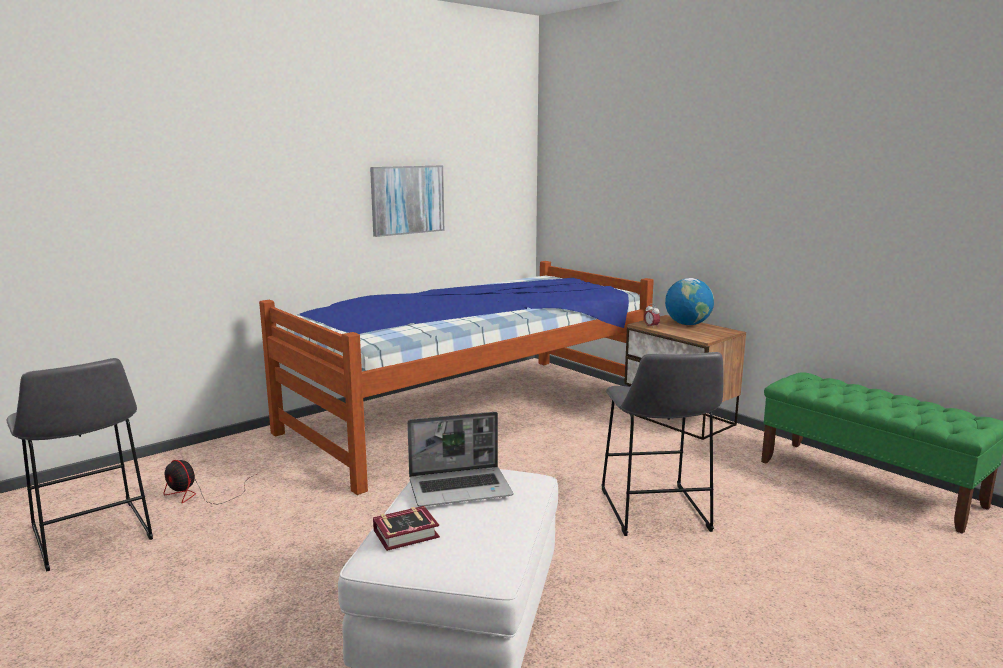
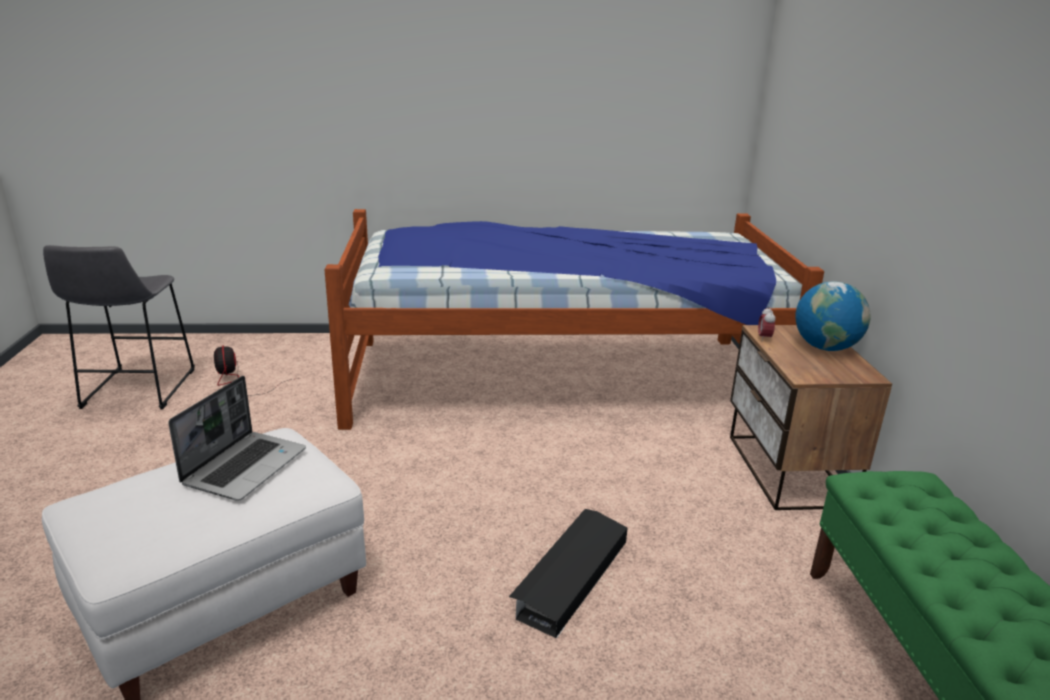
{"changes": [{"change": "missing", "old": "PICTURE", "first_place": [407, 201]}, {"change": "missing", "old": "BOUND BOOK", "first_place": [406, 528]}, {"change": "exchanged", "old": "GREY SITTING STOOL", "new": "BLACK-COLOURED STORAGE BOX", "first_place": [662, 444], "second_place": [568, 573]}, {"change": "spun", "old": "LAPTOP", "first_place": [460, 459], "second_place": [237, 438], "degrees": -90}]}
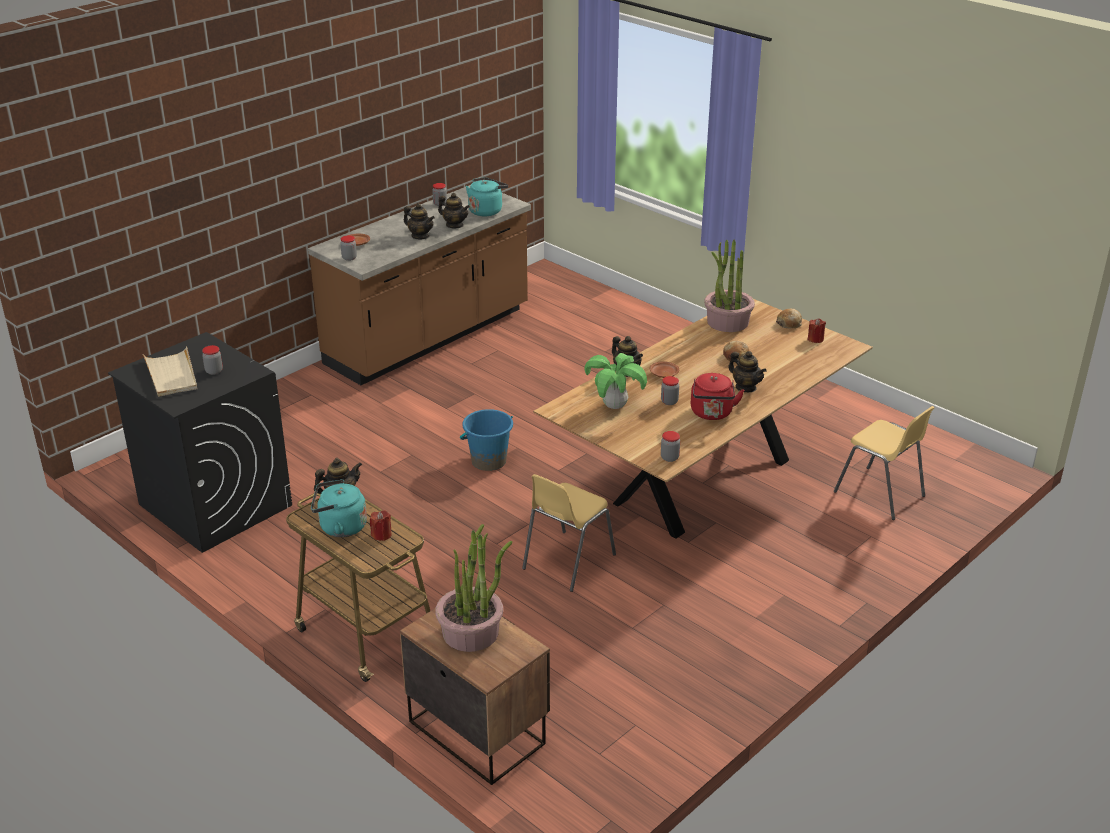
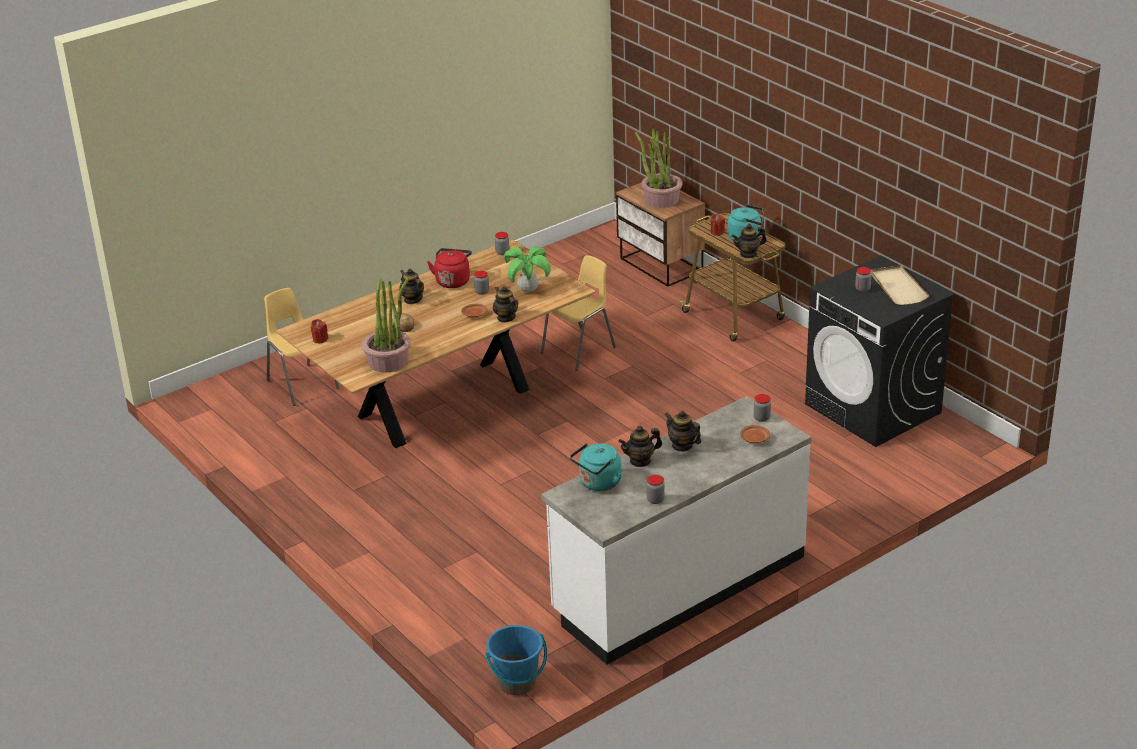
{"changes": [{"change": "missing", "old": "BAKED BREAD", "first_place": [789, 318]}, {"change": "relocated", "old": "BLUISH WATER BUCKET", "first_place": [486, 440], "second_place": [516, 660]}, {"change": "colour", "old": "BROWNISH COUNTER", "new": "WHITE COUNTER", "first_place": [419, 285], "second_place": [676, 530]}, {"change": "spun", "old": "POT FOR TEA", "first_place": [454, 210], "second_place": [640, 446], "degrees": -60}]}
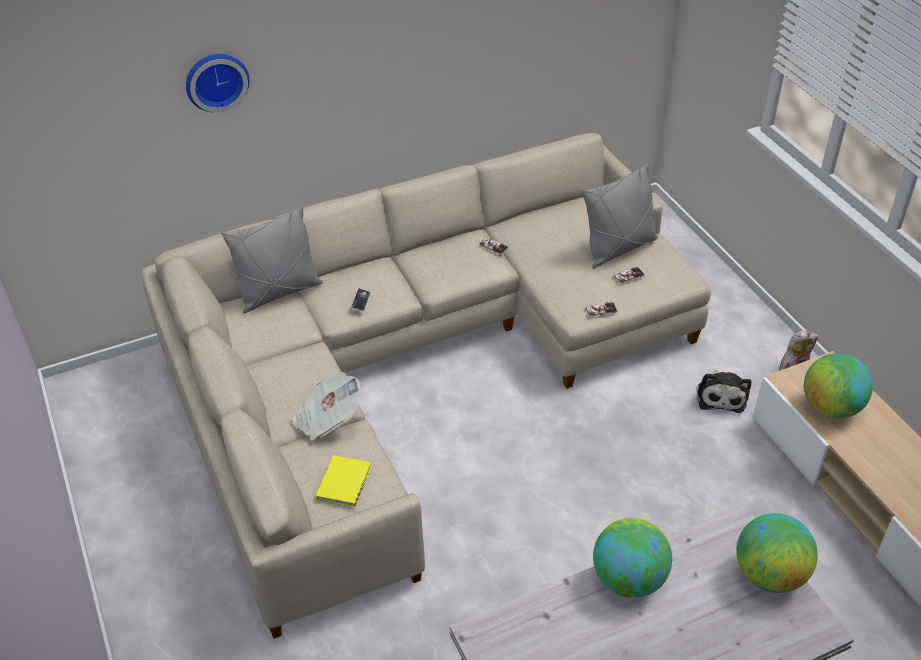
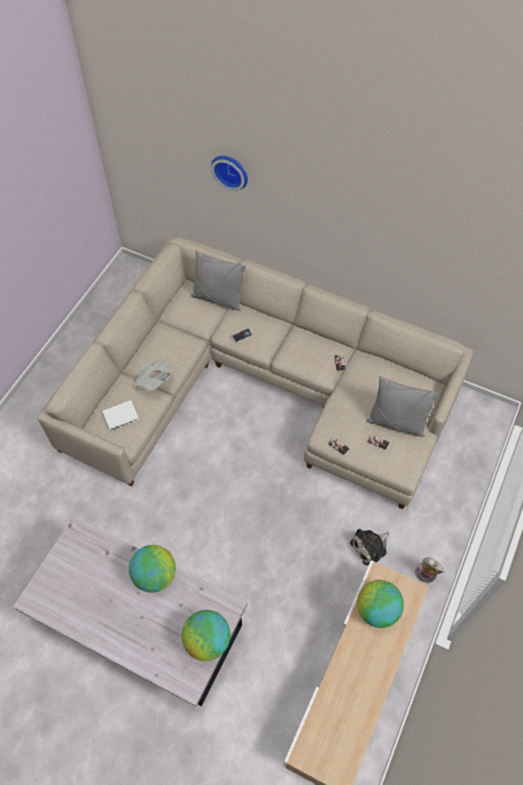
{"changes": [{"change": "colour", "old": "YELLOW BOUND BOOK", "new": "WHITE BOUND BOOK", "first_place": [343, 481], "second_place": [120, 415]}]}
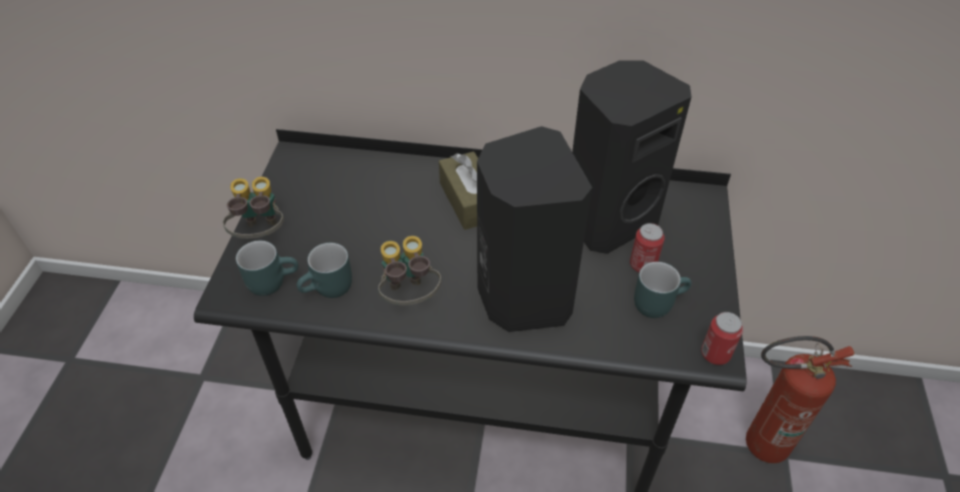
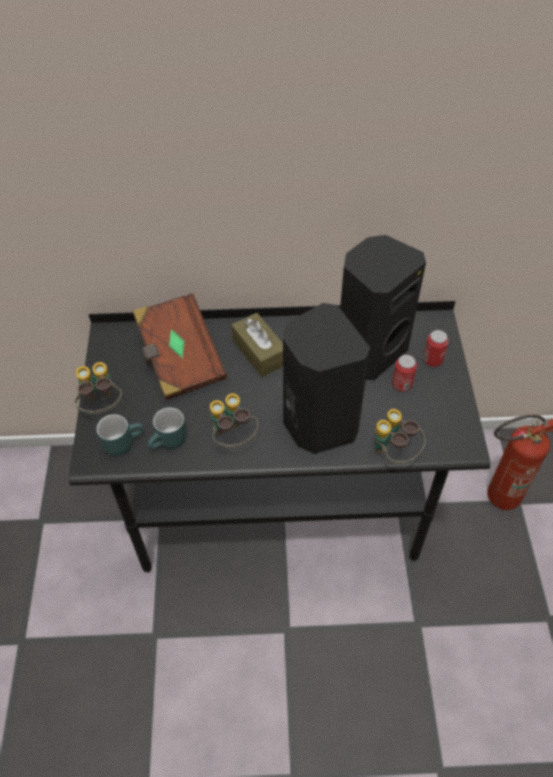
{"changes": [{"change": "missing", "old": "TURQUOISE-COLOURED MUG", "first_place": [663, 290]}, {"change": "appeared", "new": "BROWNISH BOUND BOOK", "second_place": [179, 346]}, {"change": "appeared", "new": "BINOCULARS", "second_place": [400, 436]}, {"change": "relocated", "old": "METAL CAN", "first_place": [722, 338], "second_place": [436, 348]}]}
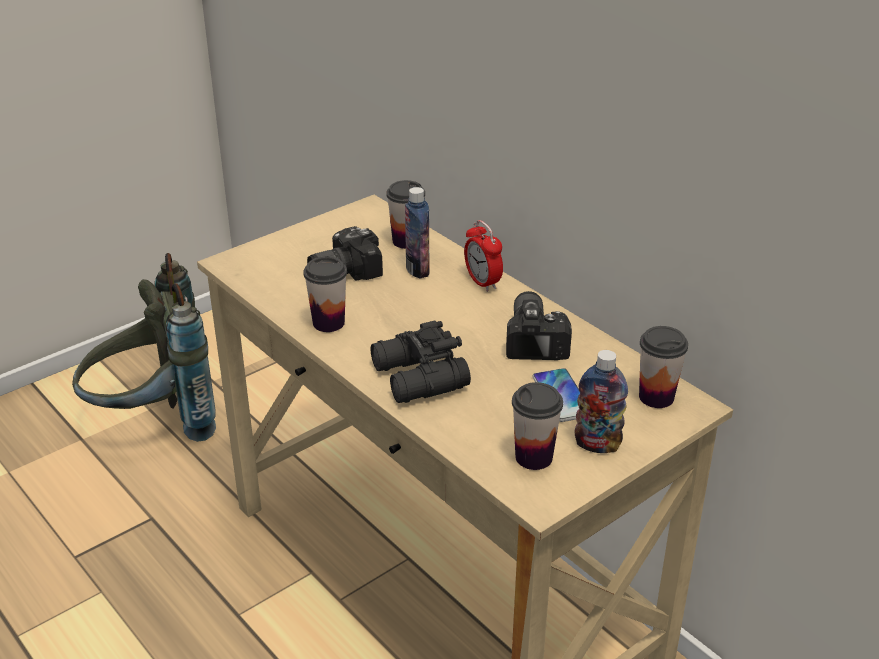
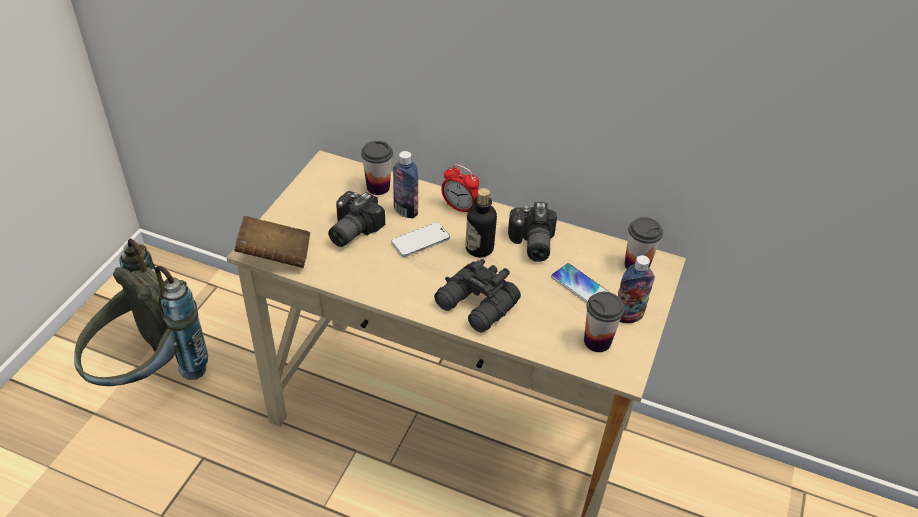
{"changes": [{"change": "missing", "old": "CUP", "first_place": [325, 294]}, {"change": "appeared", "new": "BROWNISH BOUND BOOK", "second_place": [272, 242]}, {"change": "appeared", "new": "HANDSET", "second_place": [421, 239]}, {"change": "appeared", "new": "DRINK BOTTLE", "second_place": [481, 222]}, {"change": "spun", "old": "STILL CAMERA", "first_place": [539, 325], "second_place": [532, 232], "degrees": -150}]}
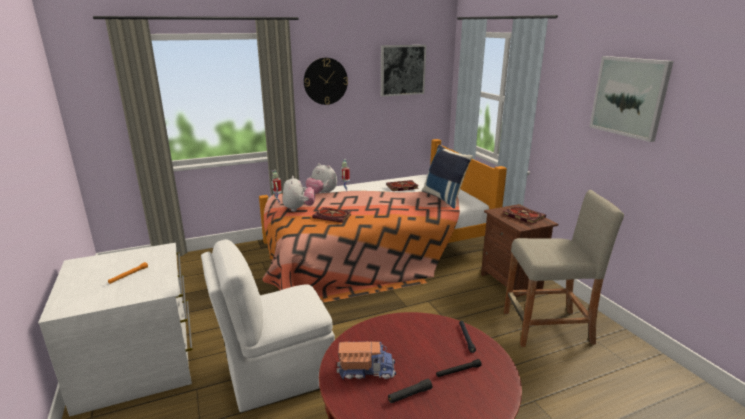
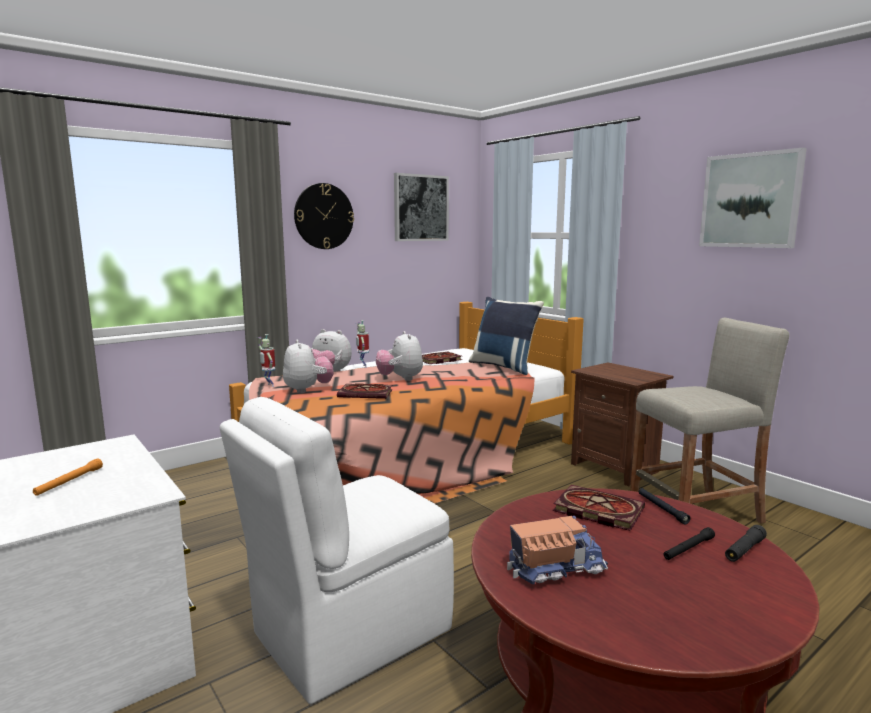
{"changes": [{"change": "appeared", "new": "CUDDLY TOY", "second_place": [399, 356]}, {"change": "relocated", "old": "BLACK-COLOURED HAND TORCH", "first_place": [410, 391], "second_place": [746, 543]}, {"change": "relocated", "old": "BOUND BOOK", "first_place": [524, 214], "second_place": [599, 508]}]}
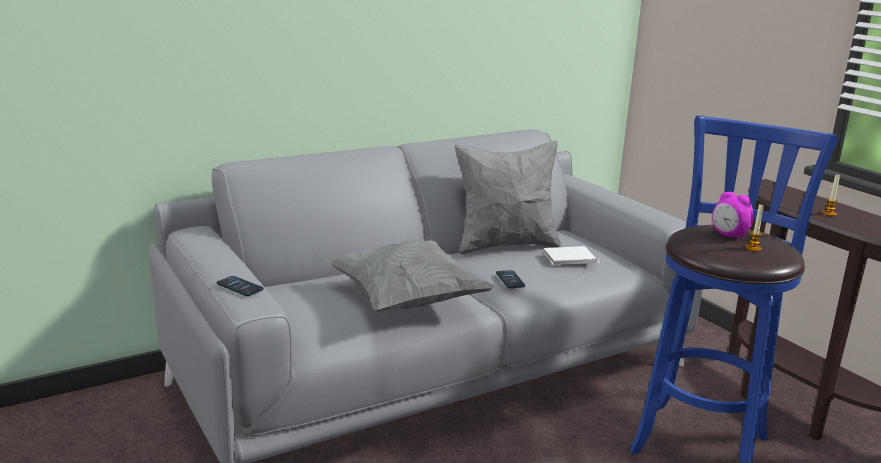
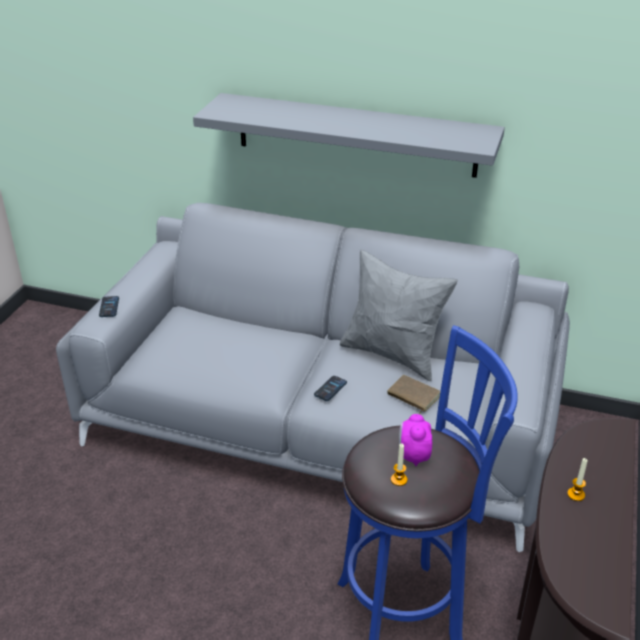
{"changes": [{"change": "missing", "old": "GREY CUSHION", "first_place": [411, 276]}, {"change": "appeared", "new": "GREY BRACKET SHELF", "second_place": [349, 135]}, {"change": "colour", "old": "WHITE BOUND BOOK", "new": "BROWNISH BOUND BOOK", "first_place": [572, 255], "second_place": [413, 394]}]}
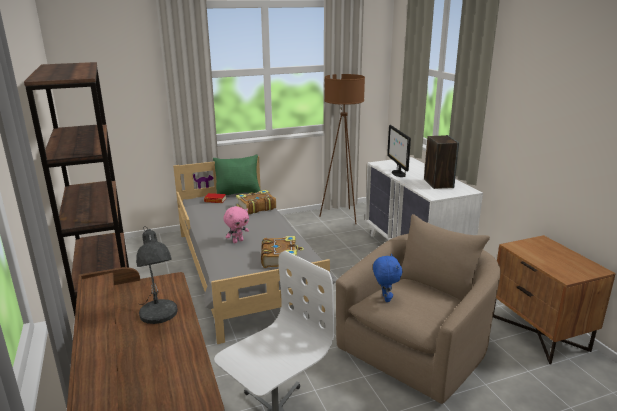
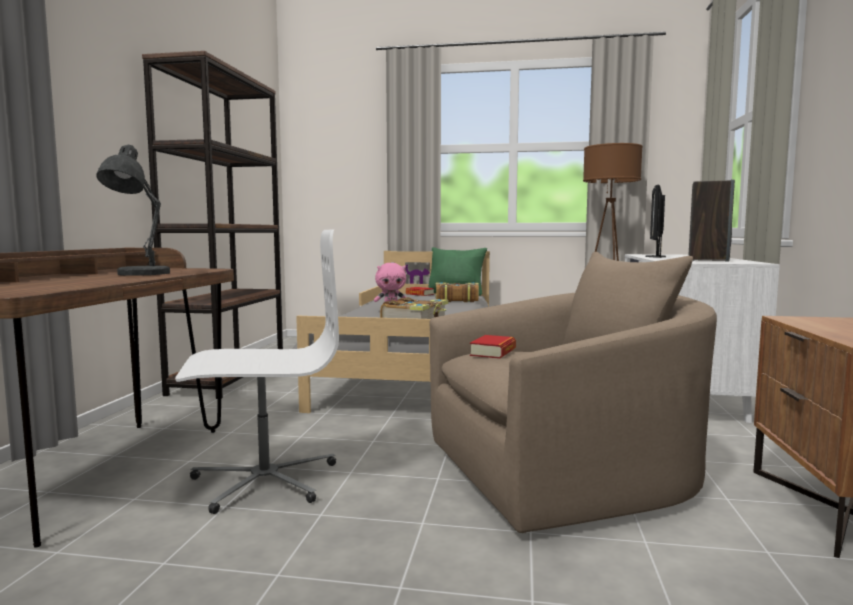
{"changes": [{"change": "exchanged", "old": "BLUISH CUDDLY TOY", "new": "BOUND BOOK", "first_place": [387, 278], "second_place": [493, 347]}]}
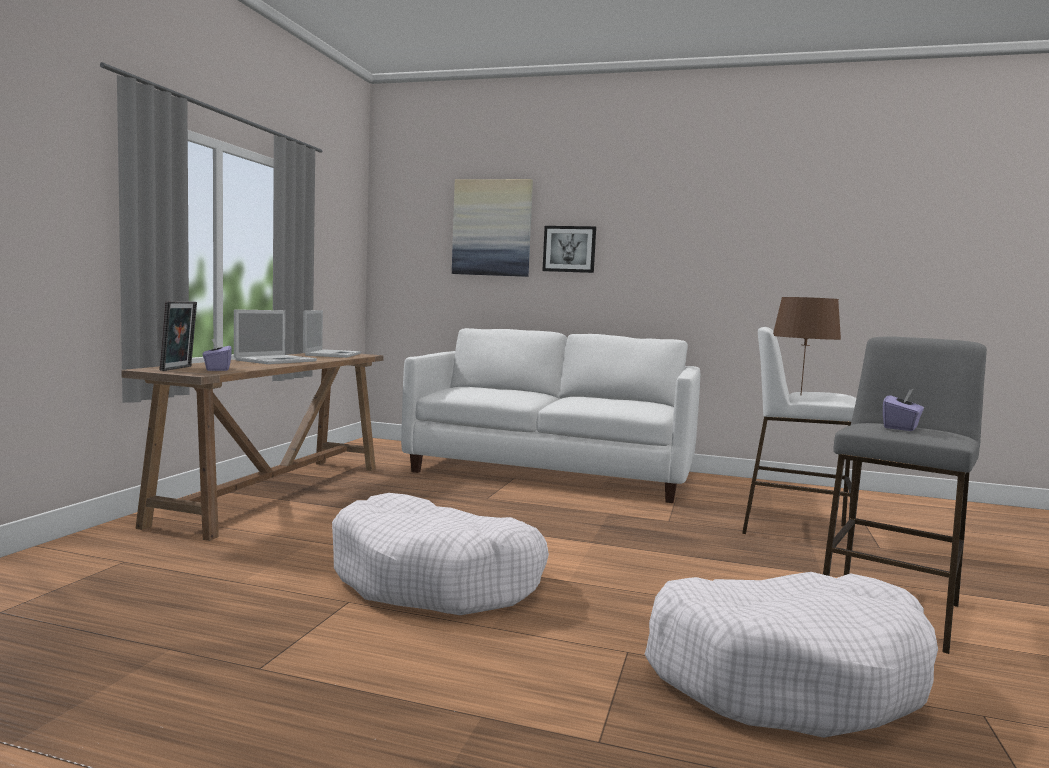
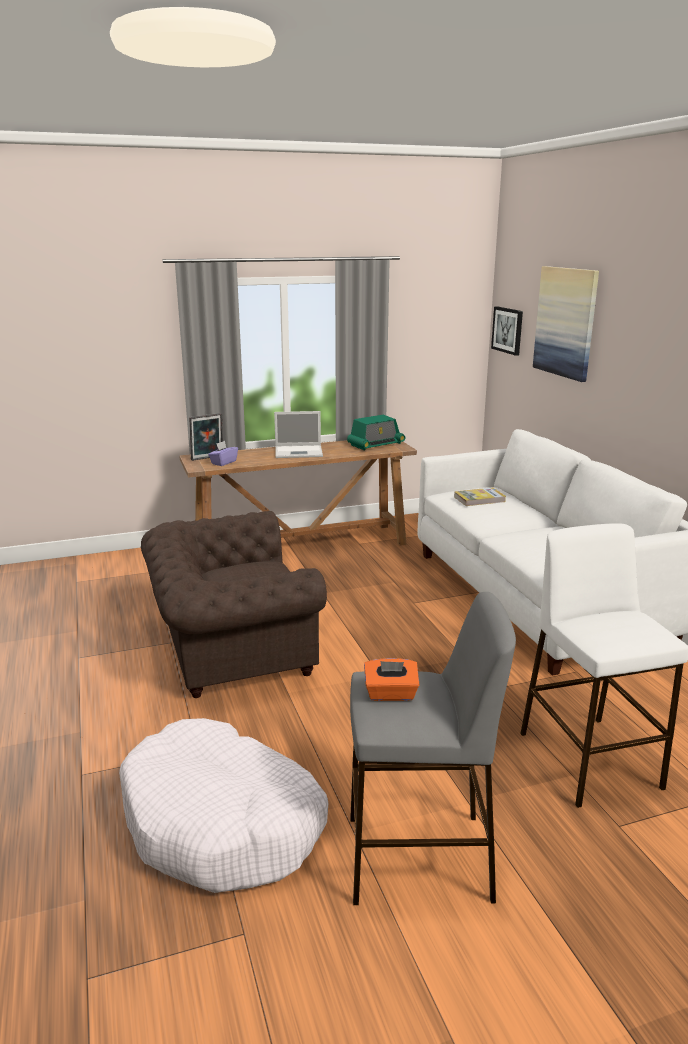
{"changes": [{"change": "missing", "old": "BROWNISH LAMP FOR A TABLE", "first_place": [807, 345]}, {"change": "appeared", "new": "BOUND BOOK", "second_place": [480, 497]}, {"change": "relocated", "old": "PICTURE", "first_place": [569, 249], "second_place": [507, 331]}, {"change": "exchanged", "old": "LAPTOP", "new": "RADIO RECEIVER", "first_place": [332, 334], "second_place": [376, 432]}, {"change": "exchanged", "old": "WHITE PET BED", "new": "BROWNISH LOUNGE CHAIR", "first_place": [440, 554], "second_place": [234, 604]}, {"change": "colour", "old": "PURPLISH TISSUE HOLDER", "new": "ORANGE TISSUE HOLDER", "first_place": [903, 409], "second_place": [391, 679]}]}
